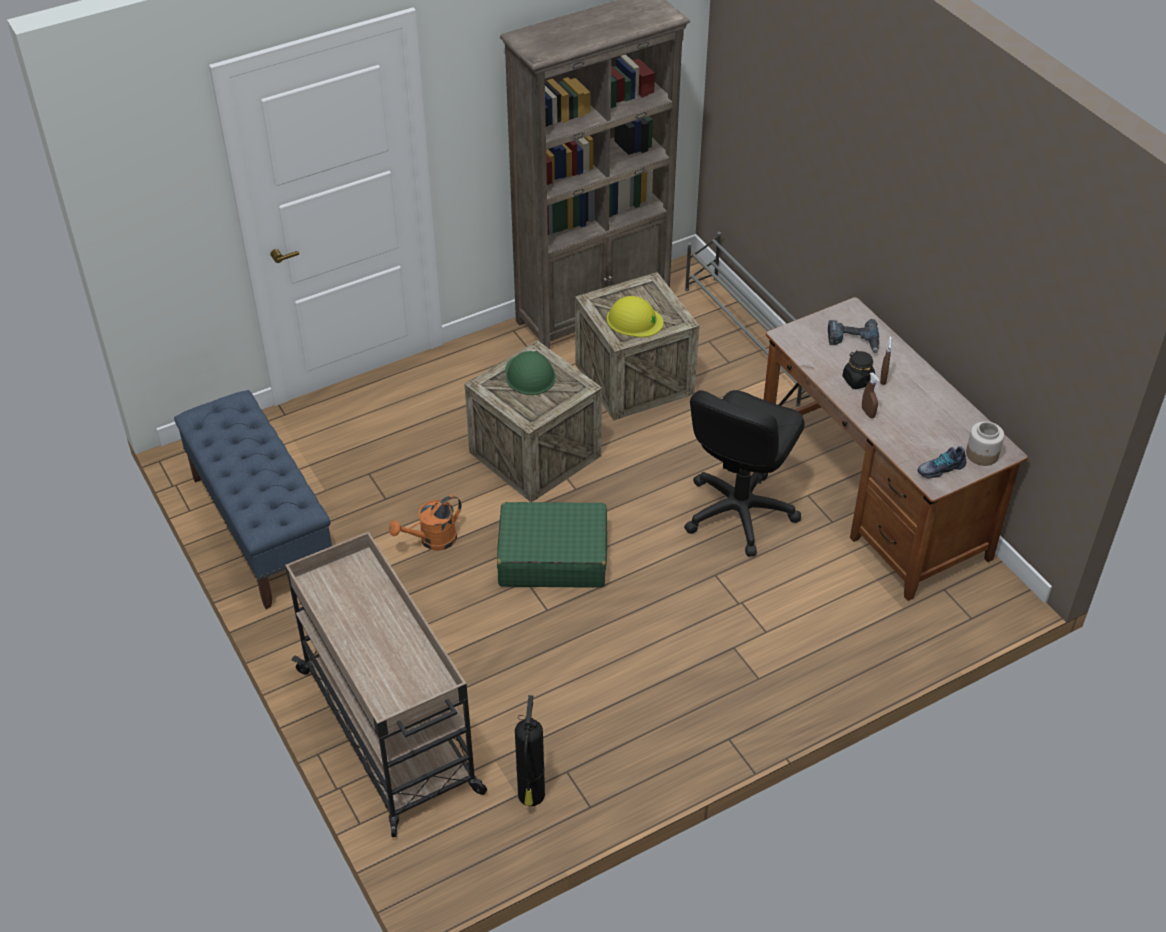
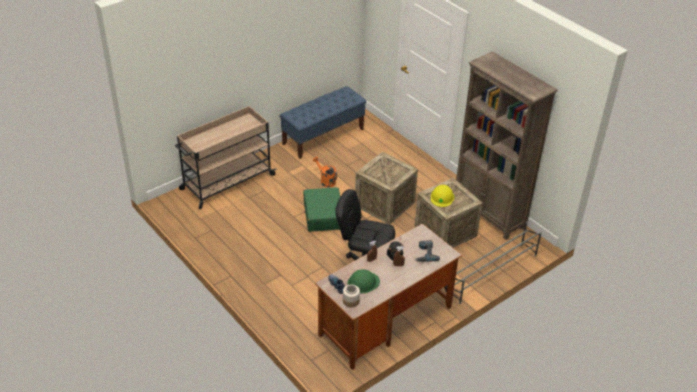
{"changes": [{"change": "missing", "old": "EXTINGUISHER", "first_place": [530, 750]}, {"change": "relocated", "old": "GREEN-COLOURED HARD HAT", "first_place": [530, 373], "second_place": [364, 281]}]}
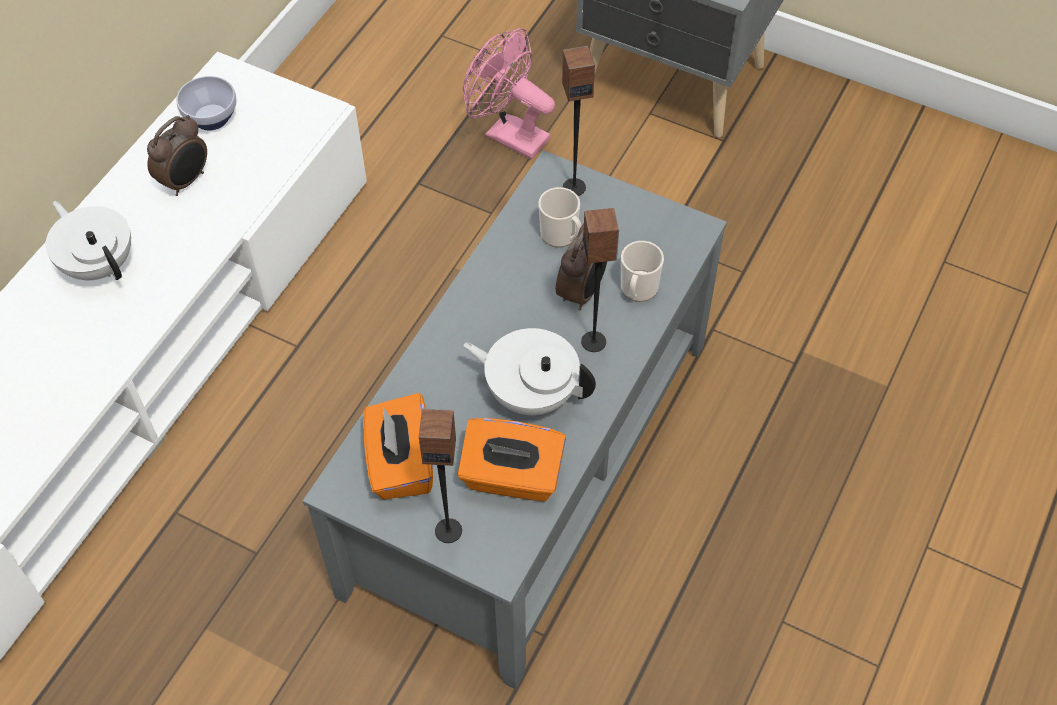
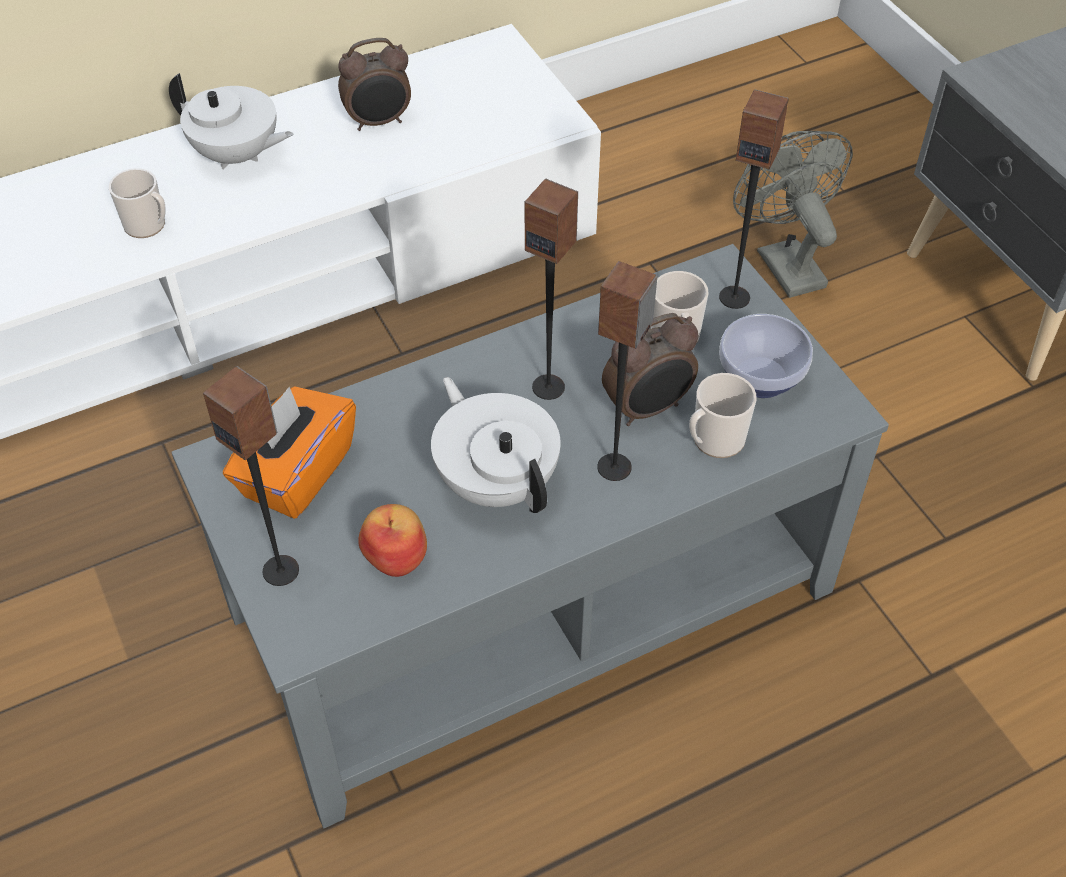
{"changes": [{"change": "appeared", "new": "MUG", "second_place": [137, 203]}, {"change": "appeared", "new": "LOUDSPEAKER", "second_place": [551, 289]}, {"change": "relocated", "old": "SERVING BOWL", "first_place": [206, 103], "second_place": [766, 356]}, {"change": "exchanged", "old": "ORANGE TISSUE HOLDER", "new": "APPLE FRUIT", "first_place": [512, 459], "second_place": [392, 540]}, {"change": "colour", "old": "PINK FAN", "new": "GREY FAN", "first_place": [509, 94], "second_place": [793, 214]}, {"change": "spun", "old": "WHITE POT FOR TEA", "first_place": [88, 240], "second_place": [231, 121], "degrees": 120}]}
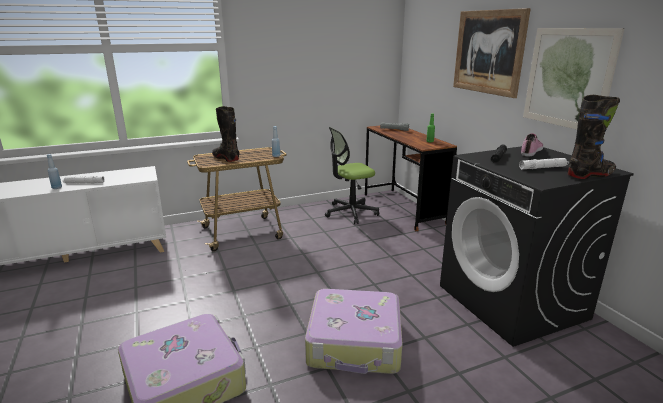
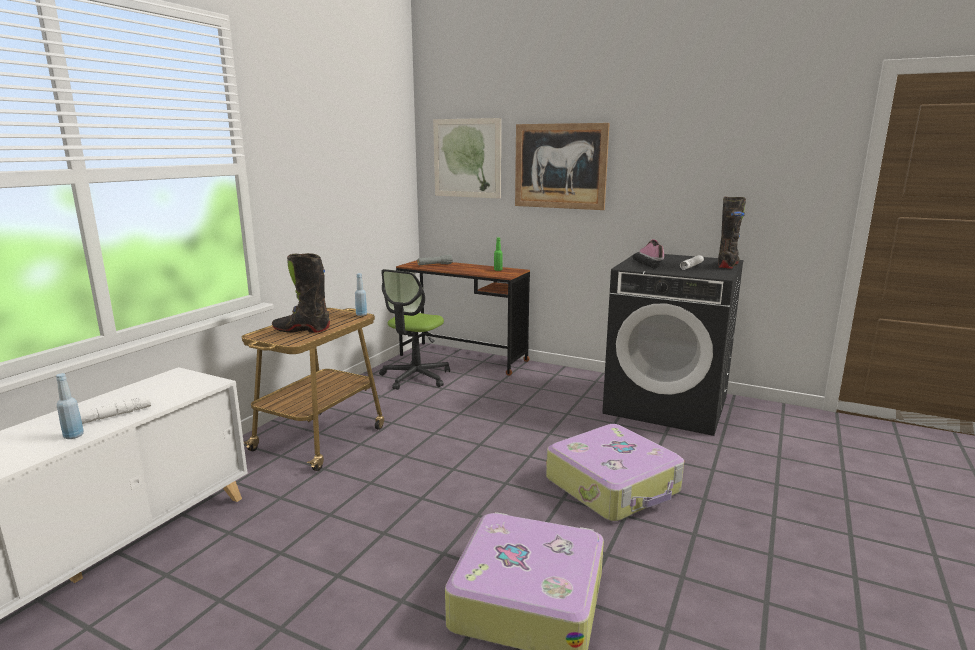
{"changes": [{"change": "relocated", "old": "PICTURE", "first_place": [573, 79], "second_place": [467, 158]}]}
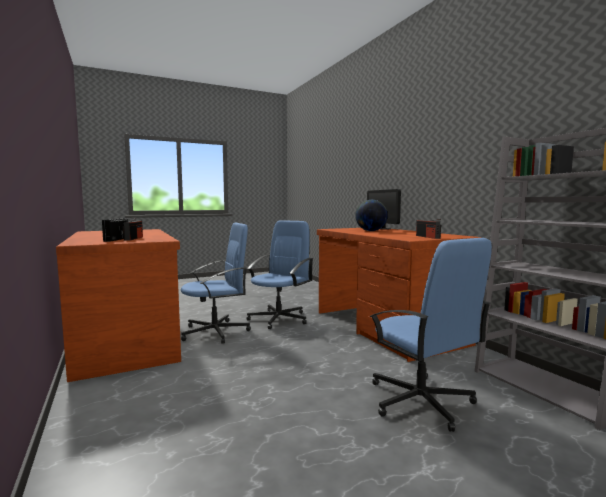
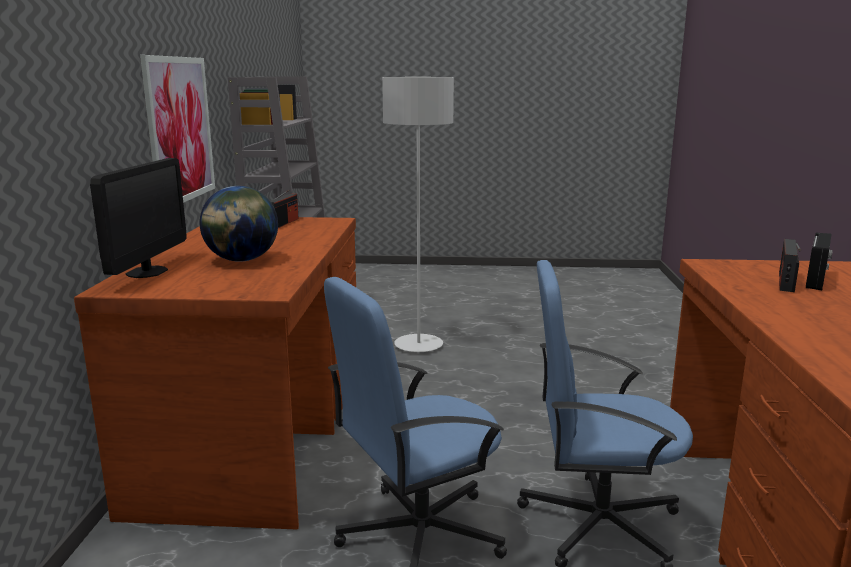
{"changes": [{"change": "appeared", "new": "PICTURE", "second_place": [177, 129]}, {"change": "exchanged", "old": "BLUISH OFFICE CHAIR", "new": "GREY STANDARD LAMP", "first_place": [430, 335], "second_place": [418, 214]}]}
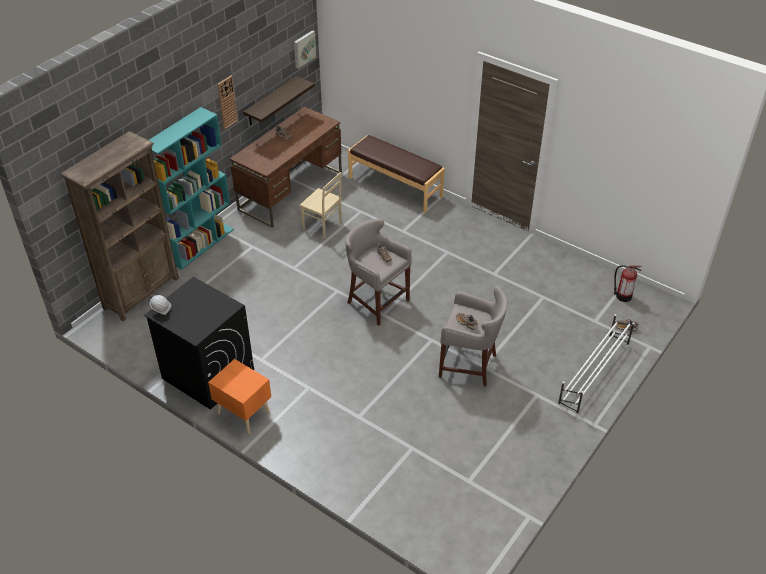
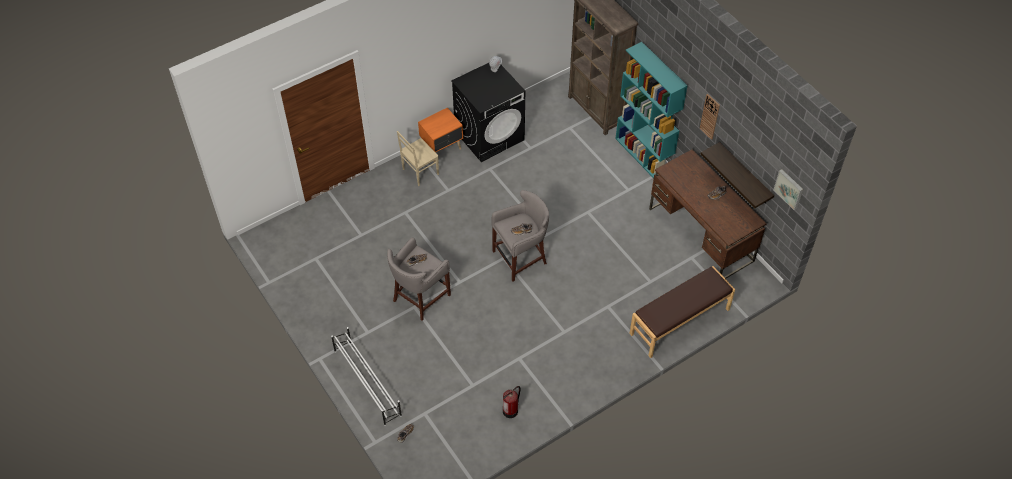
{"changes": [{"change": "relocated", "old": "BEIGE-COLOURED PLAIN CHAIR", "first_place": [320, 205], "second_place": [418, 158]}, {"change": "relocated", "old": "EXTINGUISHER", "first_place": [628, 283], "second_place": [511, 402]}]}
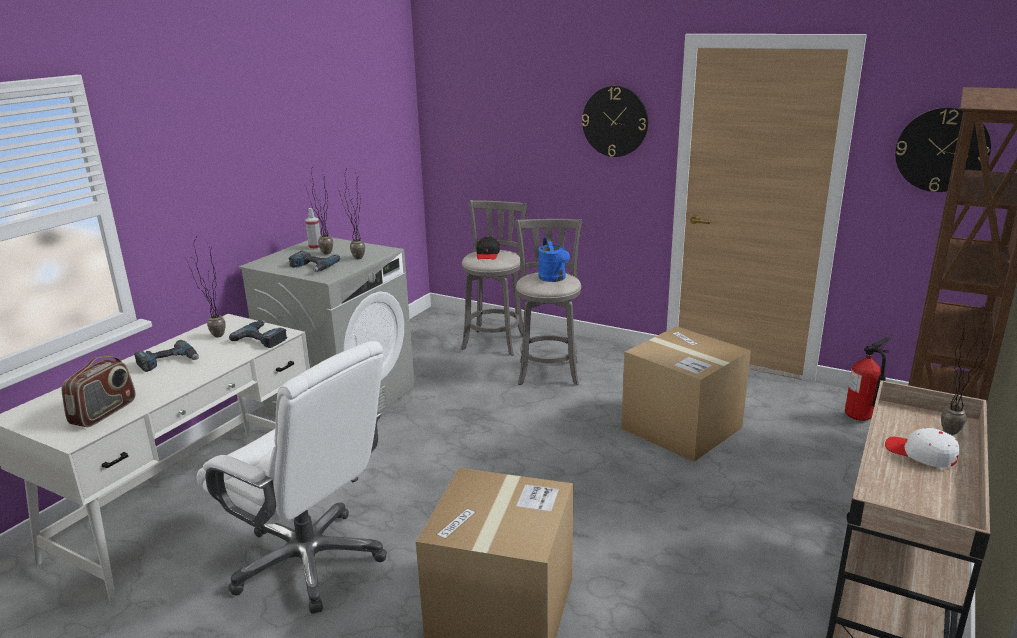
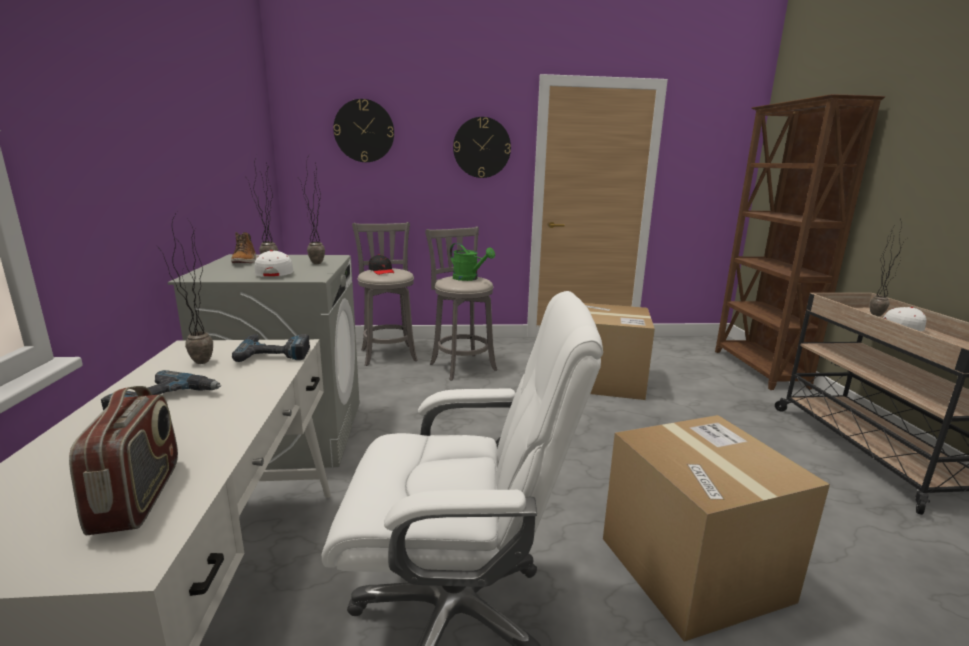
{"changes": [{"change": "missing", "old": "EXTINGUISHER", "first_place": [868, 379]}, {"change": "relocated", "old": "CLOCK ON THE WALL", "first_place": [943, 150], "second_place": [363, 130]}, {"change": "exchanged", "old": "POWER DRILL", "new": "WHITE PEAKED CAP", "first_place": [314, 261], "second_place": [274, 263]}, {"change": "exchanged", "old": "SPRAYER", "new": "HIGH-TOP BOOT", "first_place": [313, 229], "second_place": [243, 247]}, {"change": "colour", "old": "BLUISH WATERING POT", "new": "GREEN-COLOURED WATERING POT", "first_place": [554, 259], "second_place": [472, 262]}]}
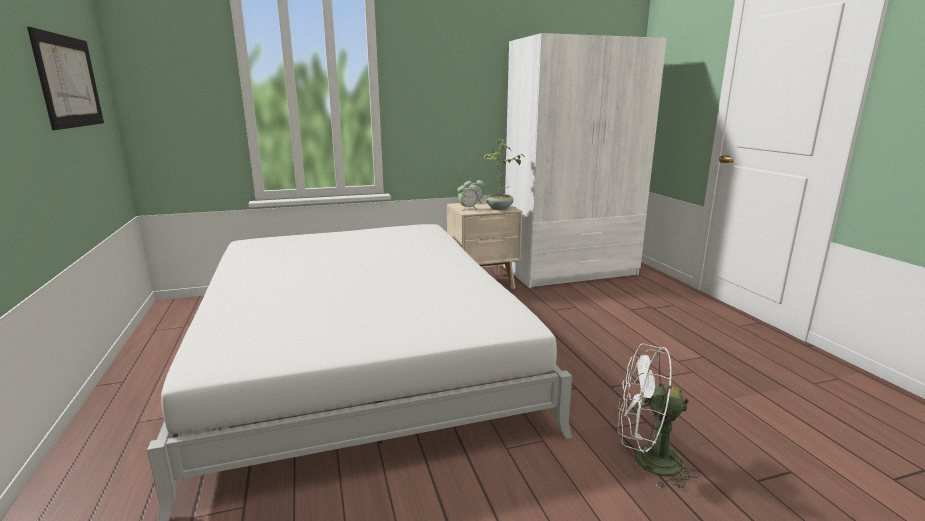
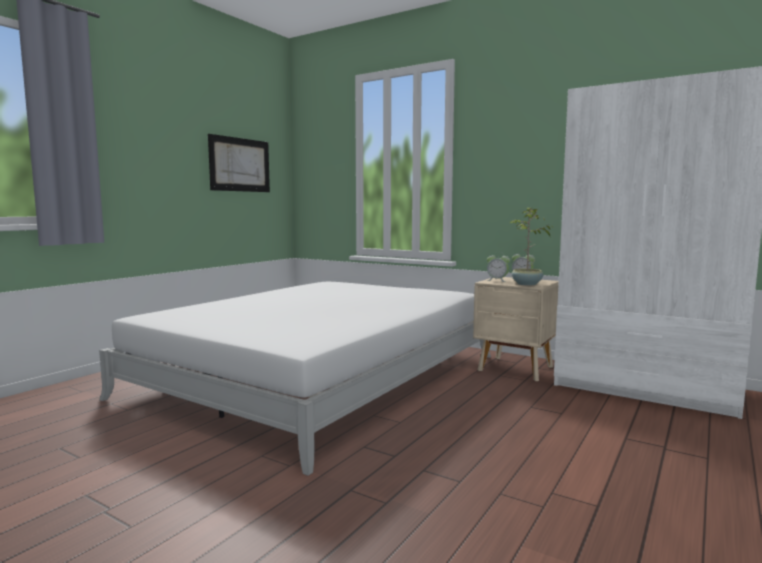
{"changes": [{"change": "missing", "old": "WHITE FAN", "first_place": [658, 416]}]}
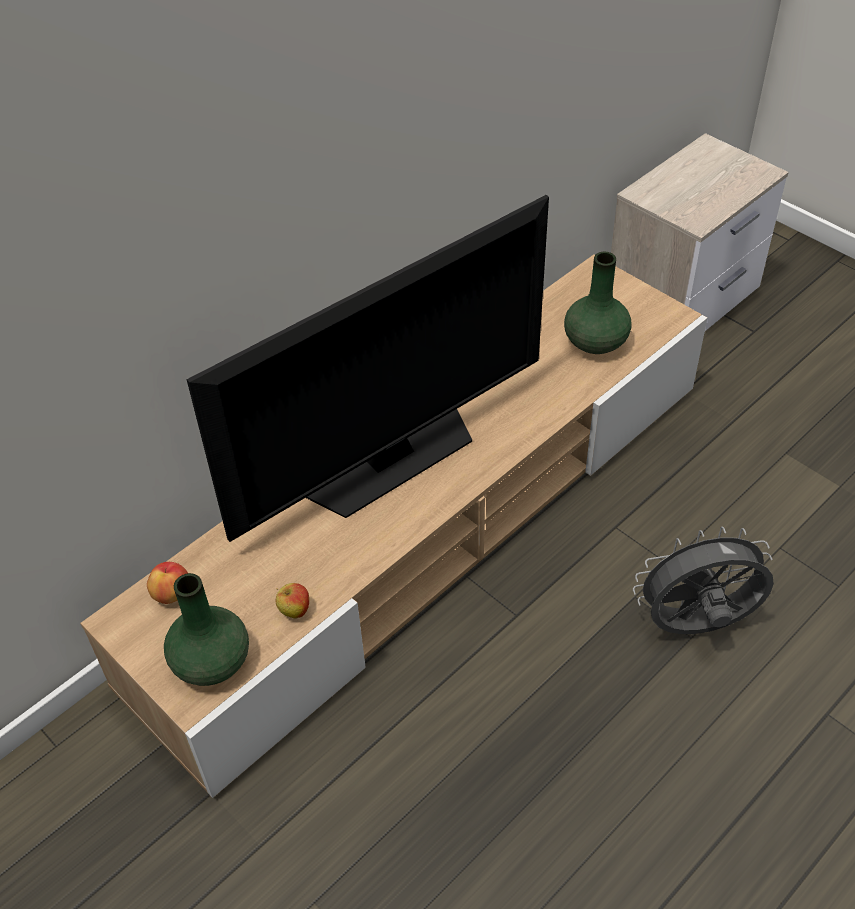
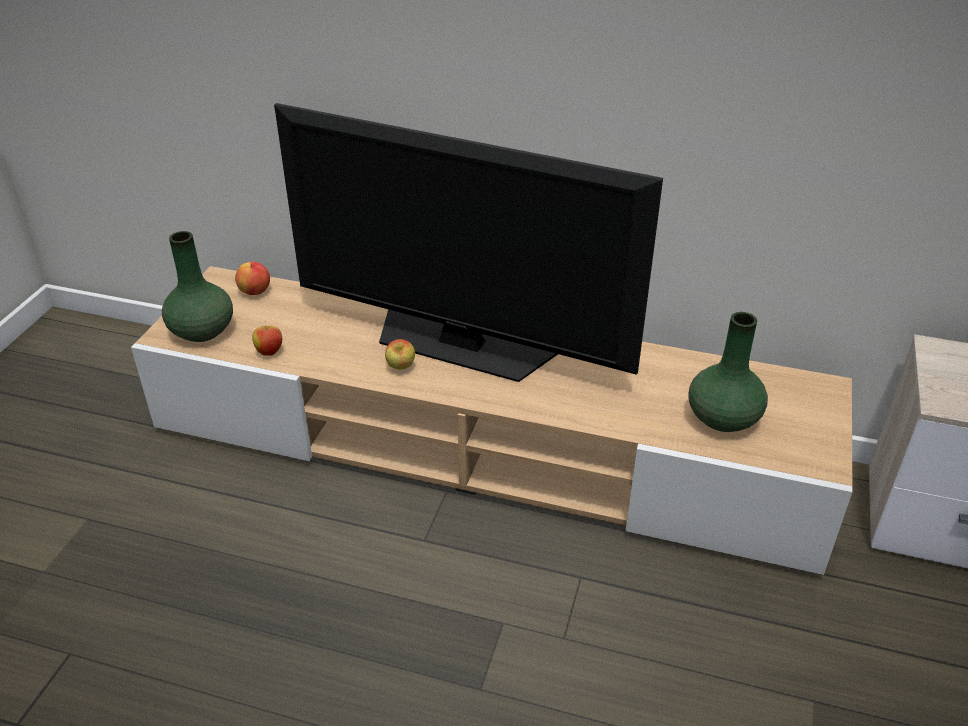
{"changes": [{"change": "missing", "old": "GREY FAN", "first_place": [703, 580]}, {"change": "appeared", "new": "APPLE FRUIT", "second_place": [400, 354]}]}
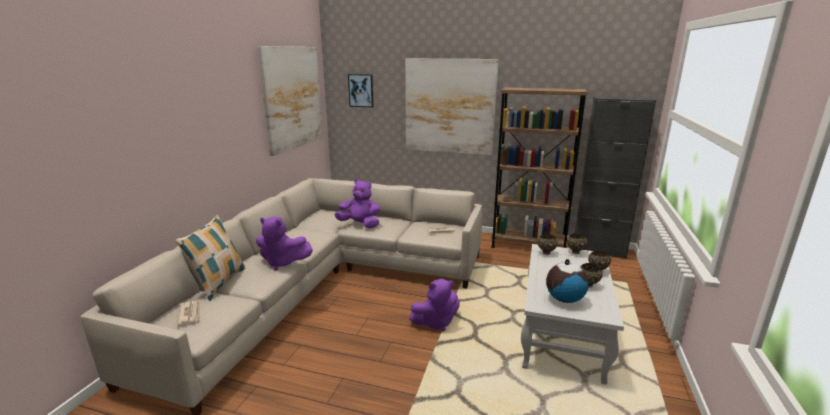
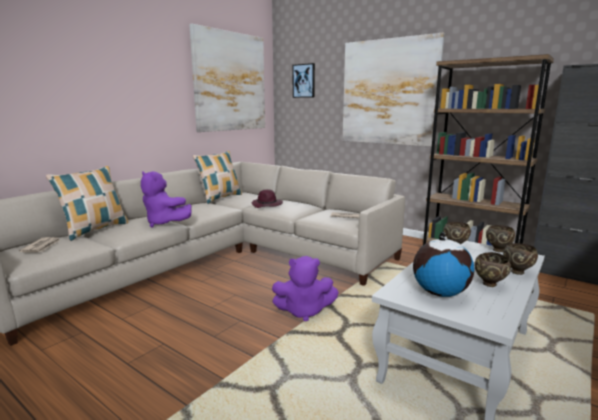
{"changes": [{"change": "appeared", "new": "CUSHION", "second_place": [217, 177]}, {"change": "exchanged", "old": "PURPLISH CUDDLY TOY", "new": "PURPLISH HAT", "first_place": [357, 203], "second_place": [267, 198]}]}
